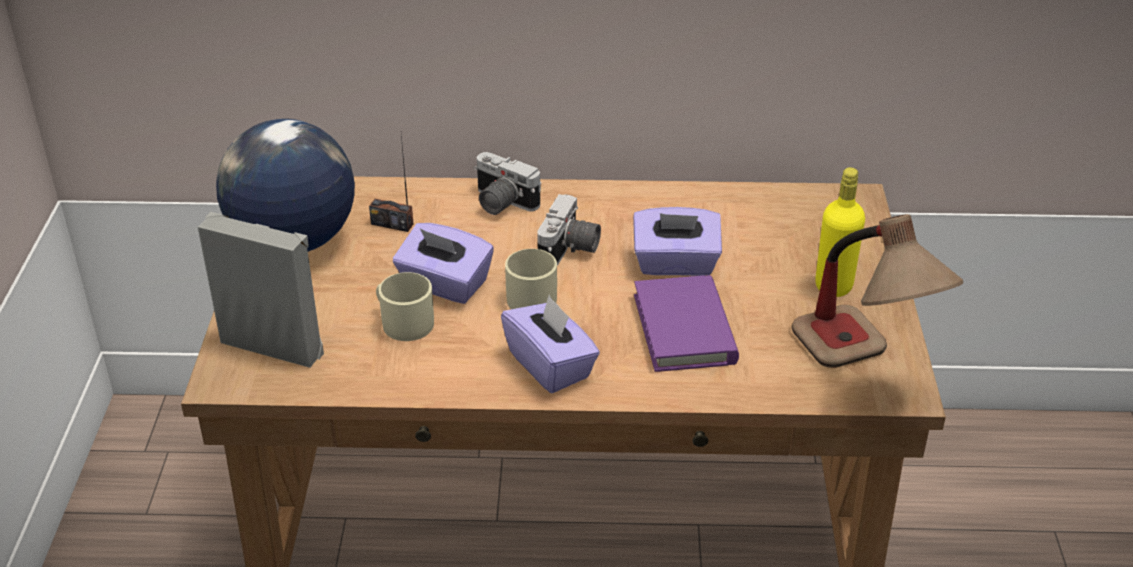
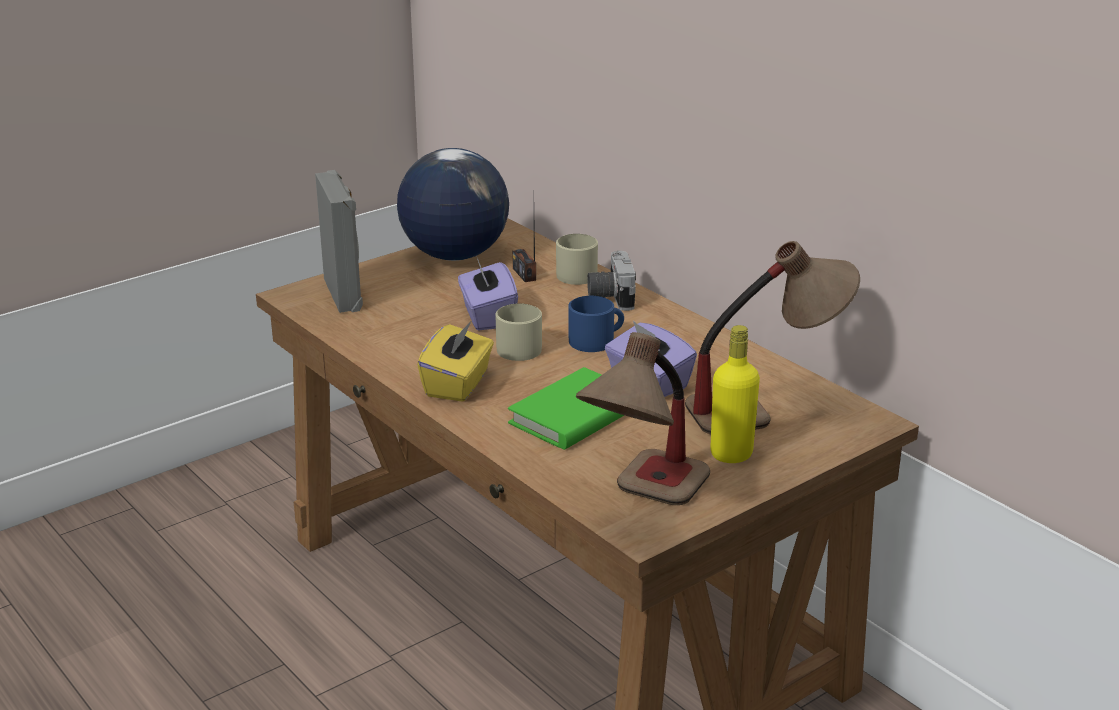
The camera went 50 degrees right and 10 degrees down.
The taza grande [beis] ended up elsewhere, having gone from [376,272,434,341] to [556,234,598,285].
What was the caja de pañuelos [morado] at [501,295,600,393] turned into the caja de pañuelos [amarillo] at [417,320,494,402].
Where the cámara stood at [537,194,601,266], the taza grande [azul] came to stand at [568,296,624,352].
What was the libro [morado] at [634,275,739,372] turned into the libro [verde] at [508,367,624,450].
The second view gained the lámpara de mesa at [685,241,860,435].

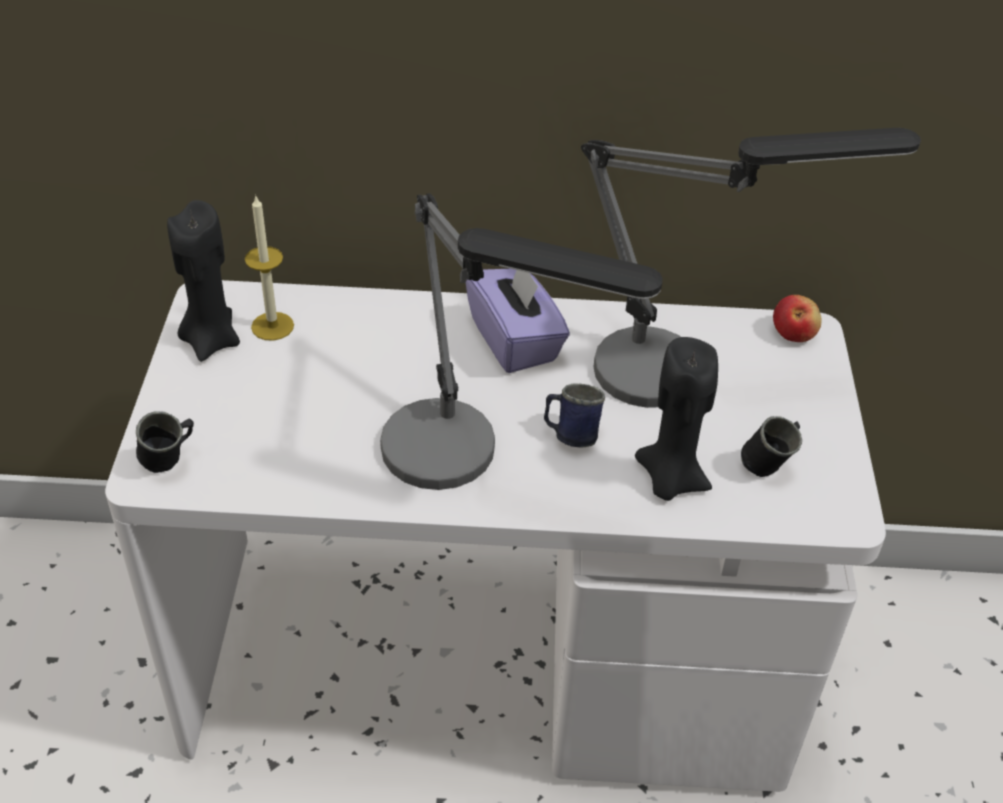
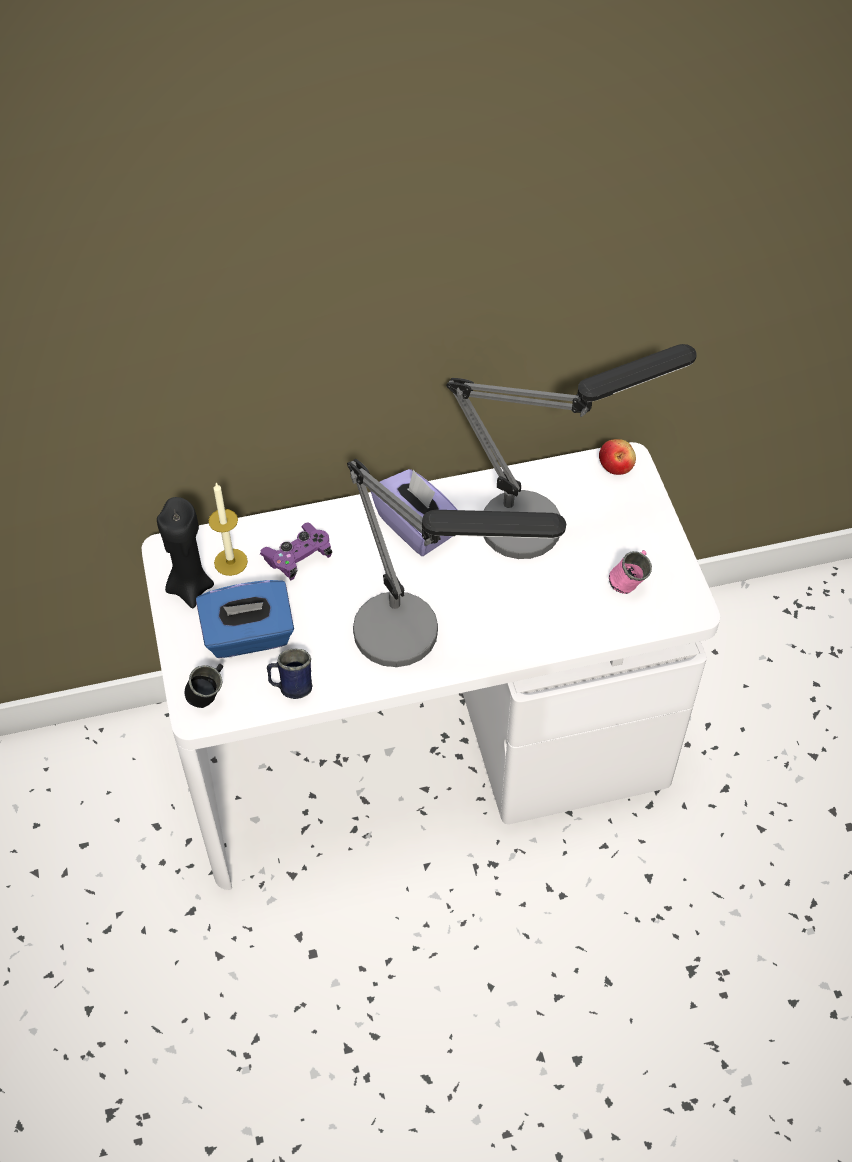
The camera went 15 degrees left and 10 degrees up.
The taza grande [azul] ended up elsewhere, having gone from [544,383,605,447] to [267,649,312,699].
The second view lost the vela [negro] at [635,337,718,501].
What was the taza grande [negro] at [741,416,802,477] turned into the taza grande [rosa] at [609,550,652,594].
The second view gained the caja de pañuelos [azul] at [196,580,294,658].
The second view gained the mando de consola [morado] at [260,522,332,581].

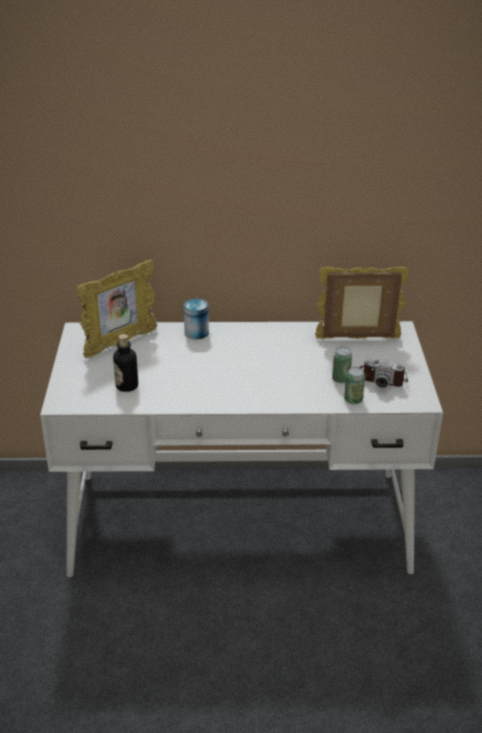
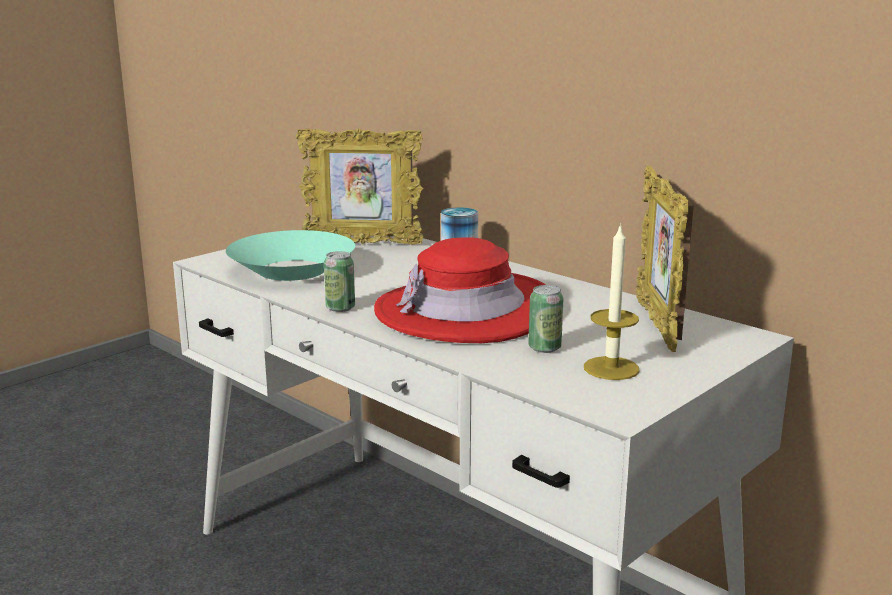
The camera went 45 degrees right and 15 degrees down.
Where the botella stood at [113,334,138,392], the cuenco [turquesa] came to stand at [226,230,355,281].
The portarretratos at [315,267,409,339] ended up facing another way, 135 degrees counterclockwise from before.
The lata ended up elsewhere, having gone from [344,367,365,404] to [324,251,355,312].
Where the cámara stood at [359,359,408,388], the vela came to stand at [584,223,640,380].
The second view gained the sombrero [rojo] at [374,237,545,343].

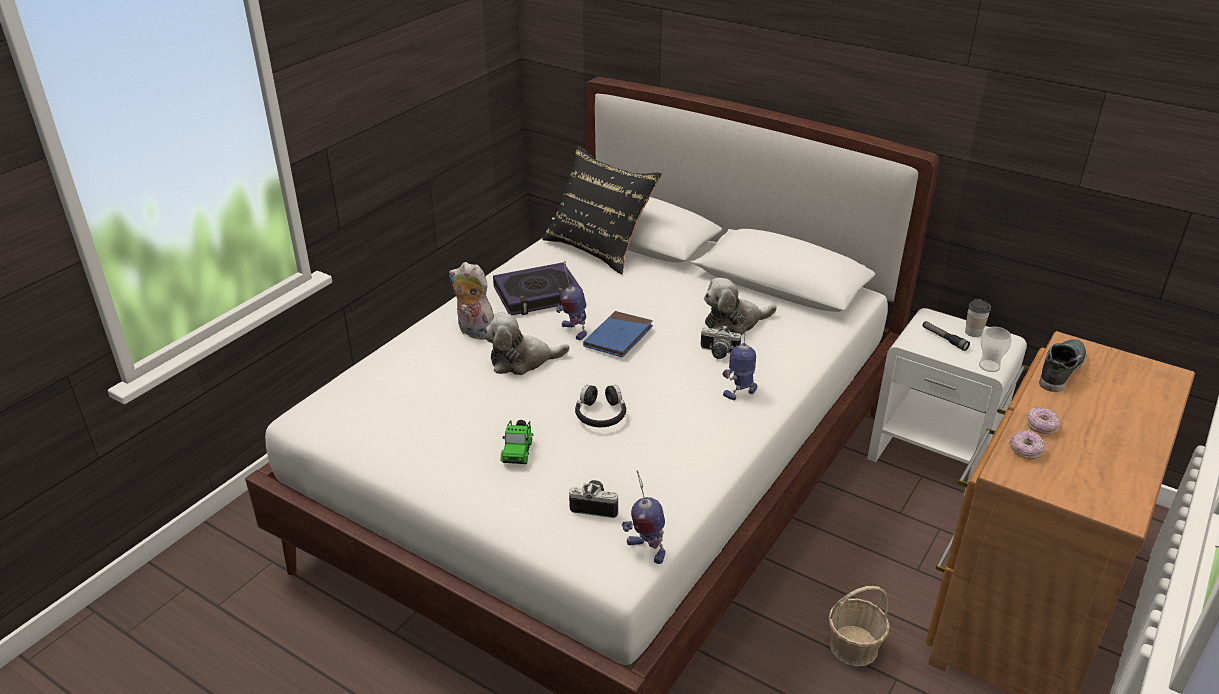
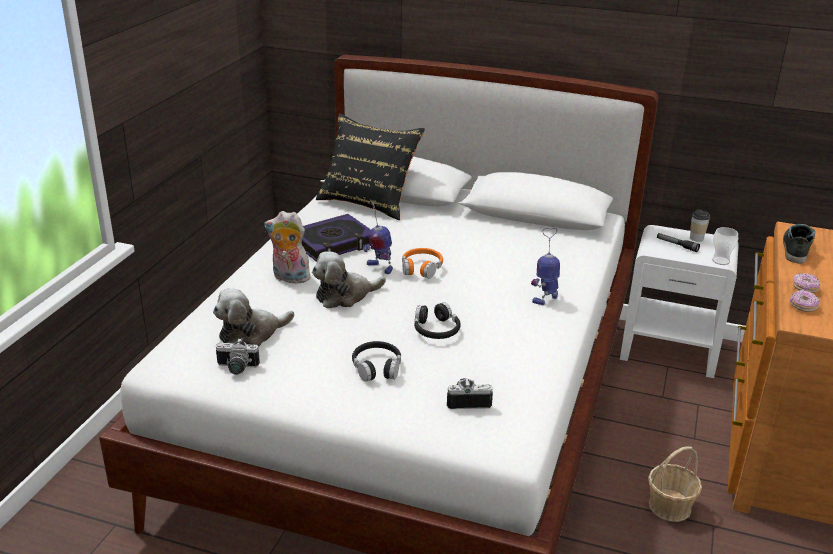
The camera went 15 degrees left and 5 degrees down.
Where the coche de juguete stood at [501,420,534,464], the auriculares [negro] came to stand at [352,341,401,382].
Where the libro [azul] stood at [583,311,653,358], the auriculares [naranja] came to stand at [402,248,443,279].
The second view lost the robot de juguete at [622,470,665,564].
The cámara ended up elsewhere, having gone from [701,326,741,359] to [216,338,260,375].
The peluche ended up elsewhere, having gone from [704,277,777,335] to [213,289,294,347].

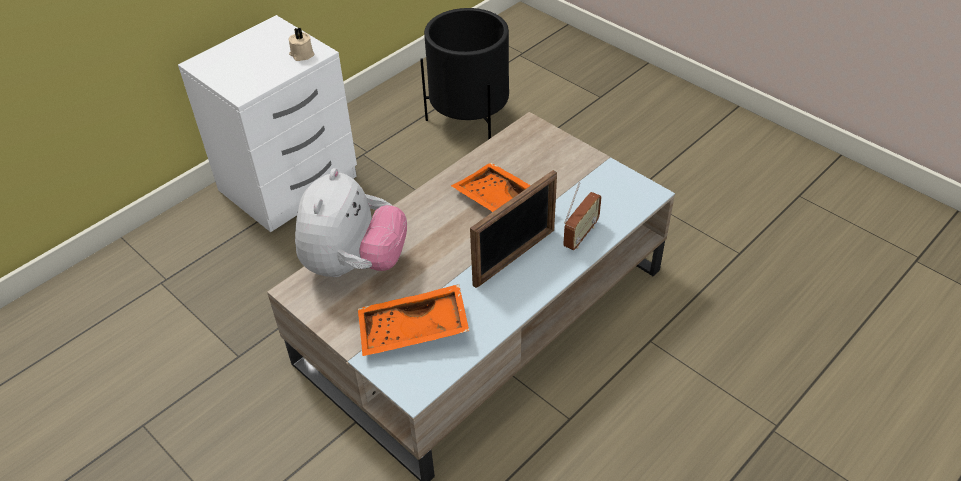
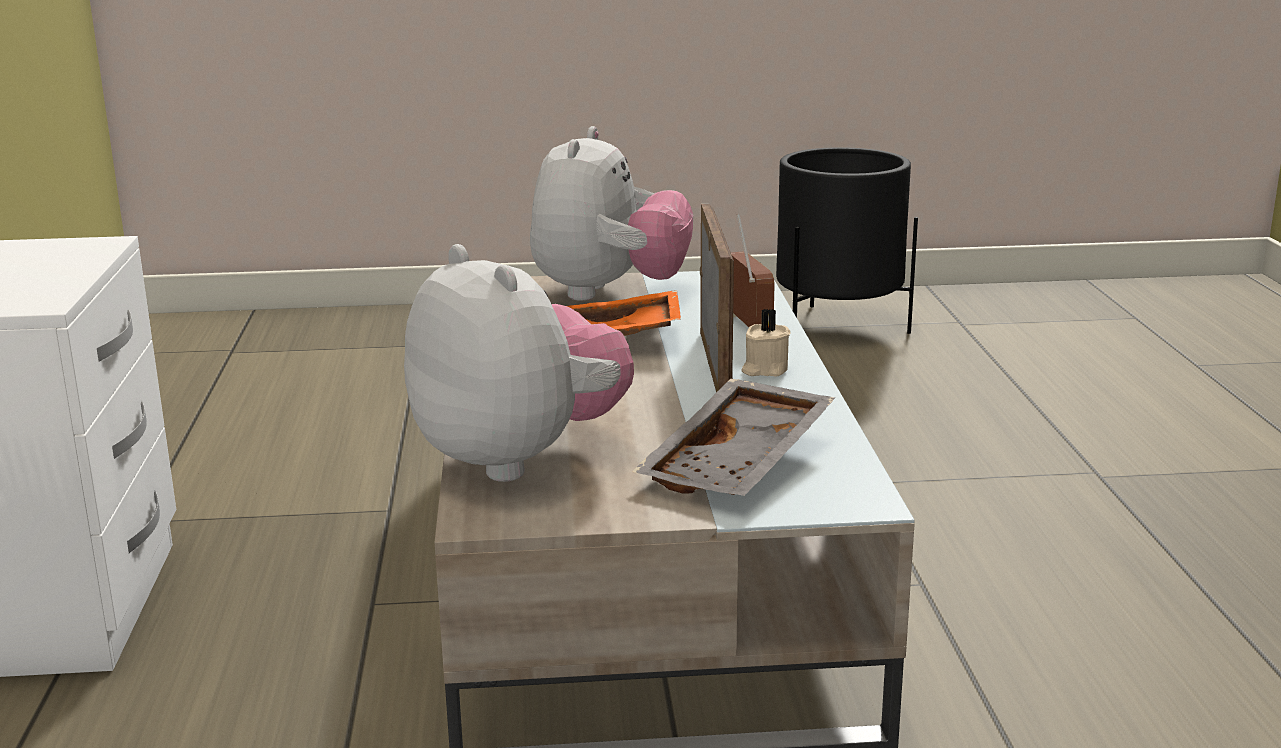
The camera went 50 degrees left and 25 degrees down.
The vela [beis] ended up elsewhere, having gone from [289,27,314,61] to [741,309,790,376].
What was the bandeja [naranja] at [358,284,469,356] turned into the bandeja [gris] at [632,379,835,496].
The maceta [negro] ended up elsewhere, having gone from [420,8,509,140] to [776,147,918,334].
The second view gained the peluche at [530,126,693,300].

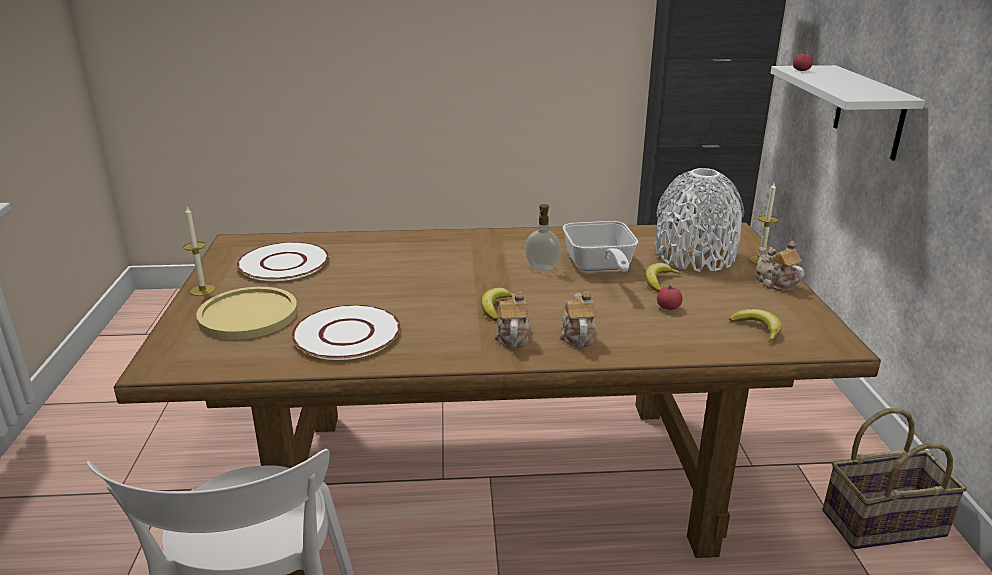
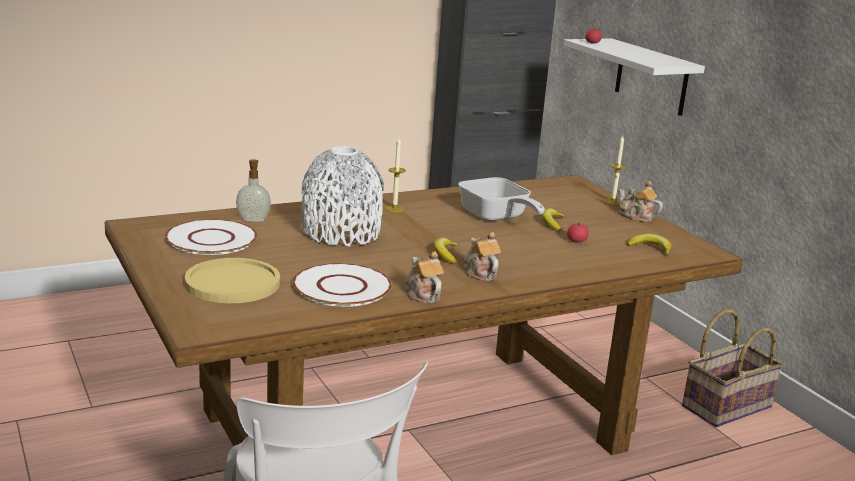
The camera went 25 degrees left and 5 degrees down.
The vela ended up elsewhere, having gone from [183,207,215,296] to [385,138,406,212].
The dispensador de jabón ended up elsewhere, having gone from [525,204,561,271] to [236,159,271,222].
The tetera ended up elsewhere, having gone from [559,291,596,347] to [405,251,444,303].
The florero [blanco] ended up elsewhere, having gone from [656,168,744,272] to [301,146,384,247].

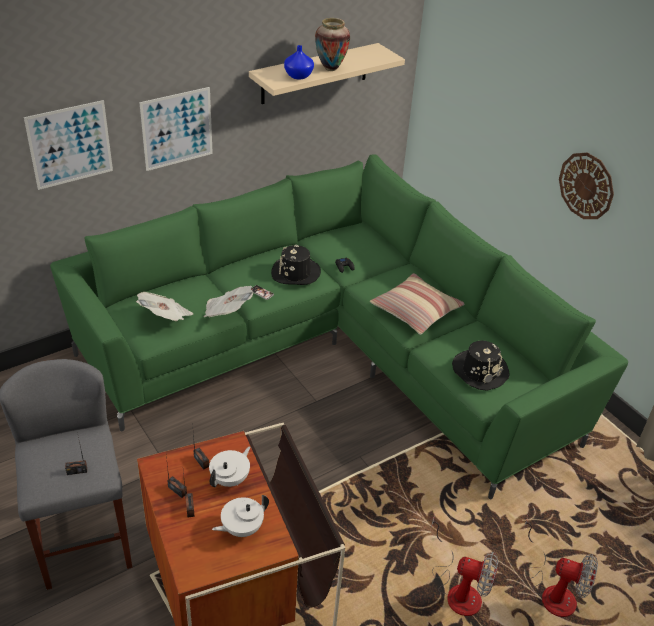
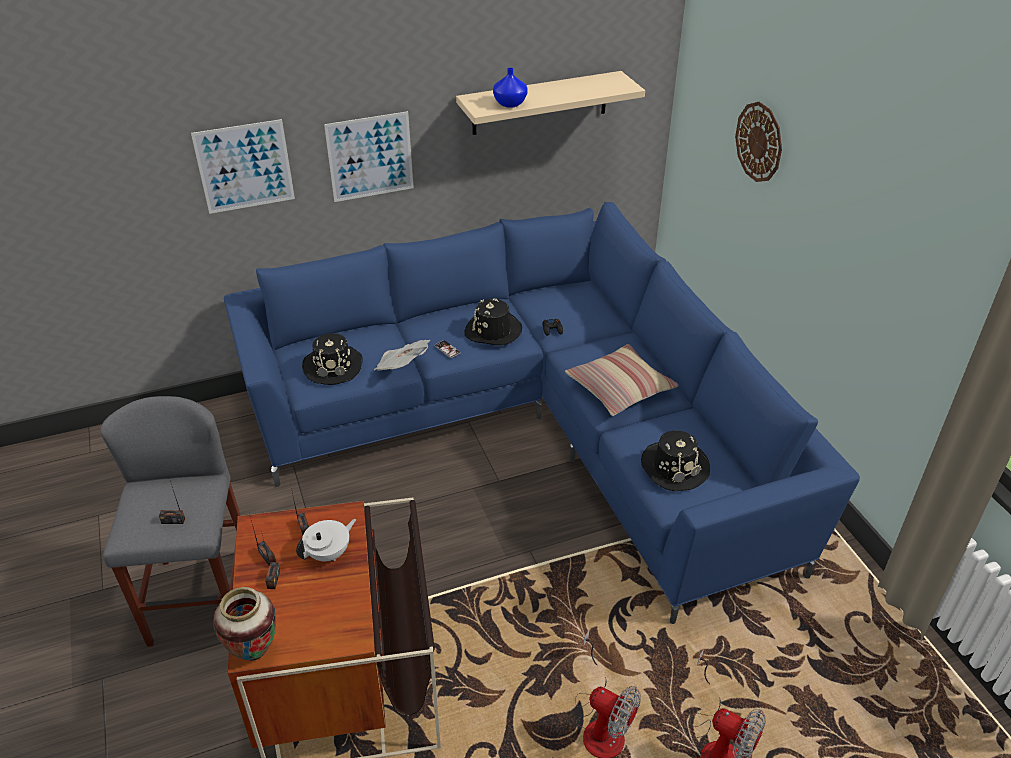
The camera went 15 degrees right and 0 degrees up.
What was the sofá [verde] at [50,154,628,499] turned into the sofá [azul] at [224,202,860,624].
Where the periódico stood at [136,292,193,321], the sombrero [negro] came to stand at [302,333,363,385].
The second view lost the tetera [blanco] at [212,495,269,537].
The florero ended up elsewhere, having gone from [315,18,350,71] to [214,587,276,661].
The reloj de pared ended up elsewhere, having gone from [559,152,614,219] to [735,102,782,182].

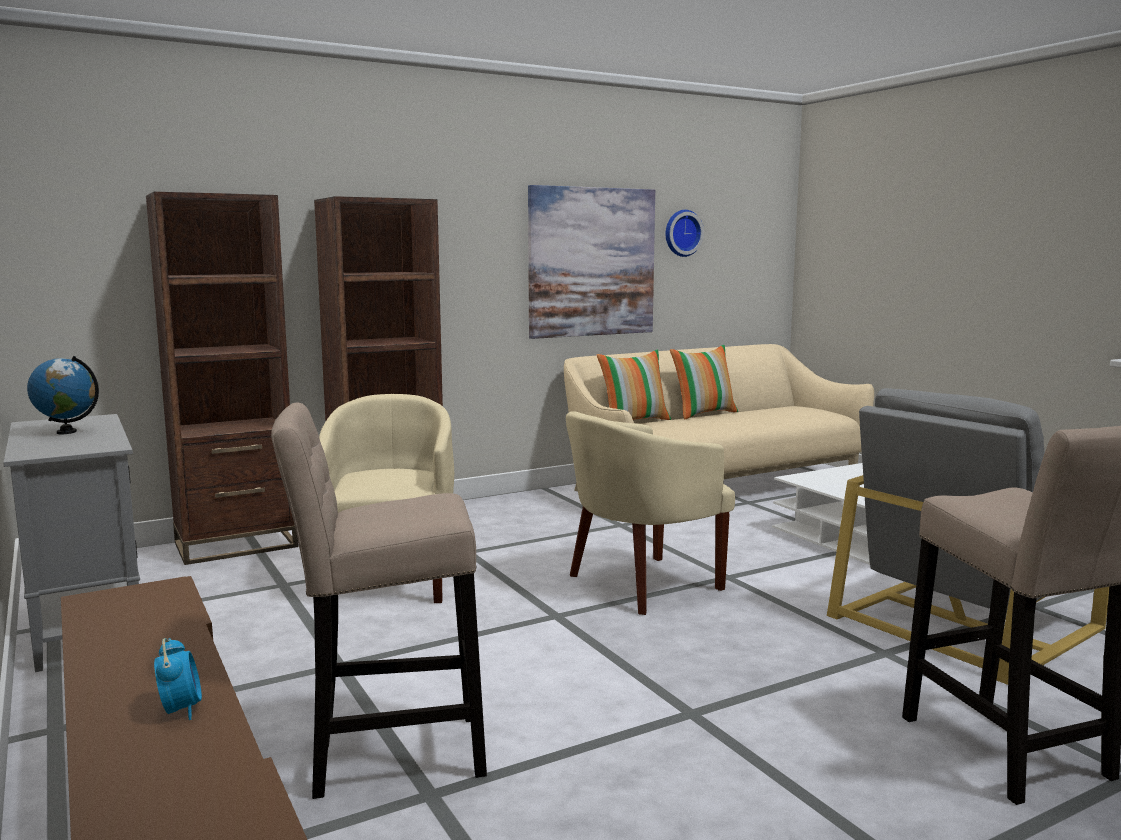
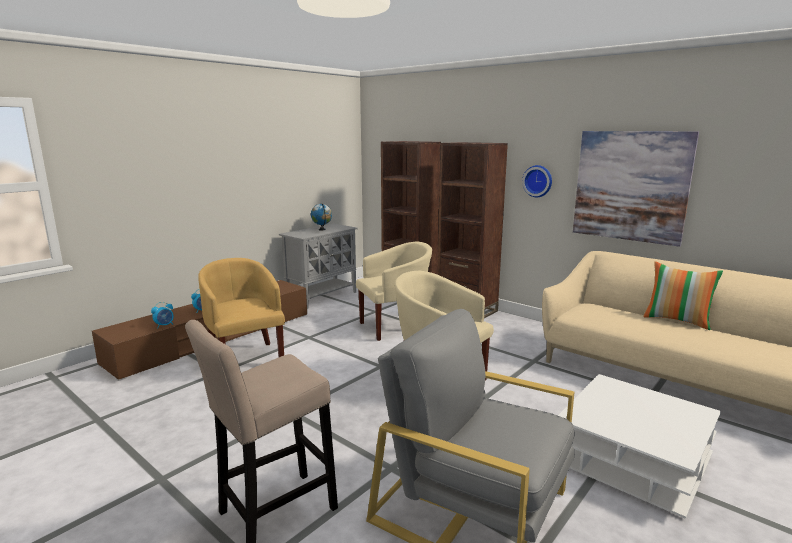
The camera went 70 degrees right and 5 degrees up.
Where the taburete [beis] stood at [271,402,487,799], the sillón [amarillo] came to stand at [198,258,285,357].
The second view lost the cojín at [597,349,671,420].
The reloj de pared ended up elsewhere, having gone from [666,210,704,257] to [522,165,552,197].
The second view gained the despertador at [151,302,174,329].

